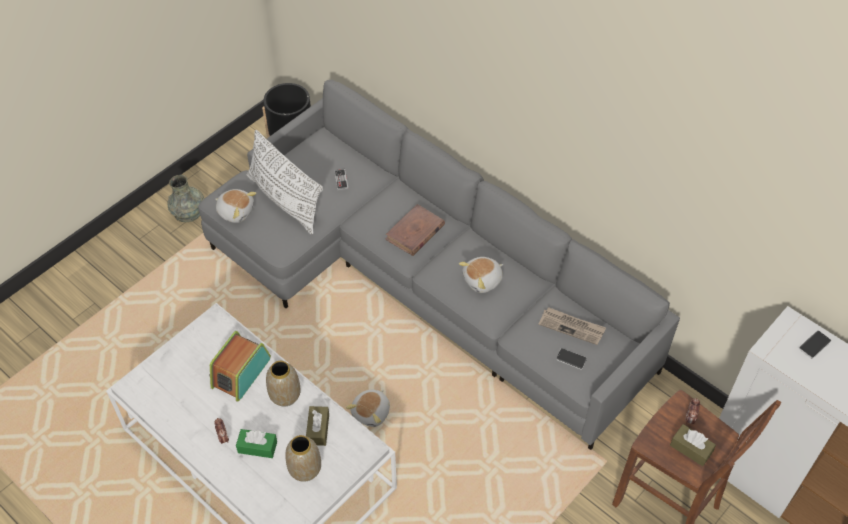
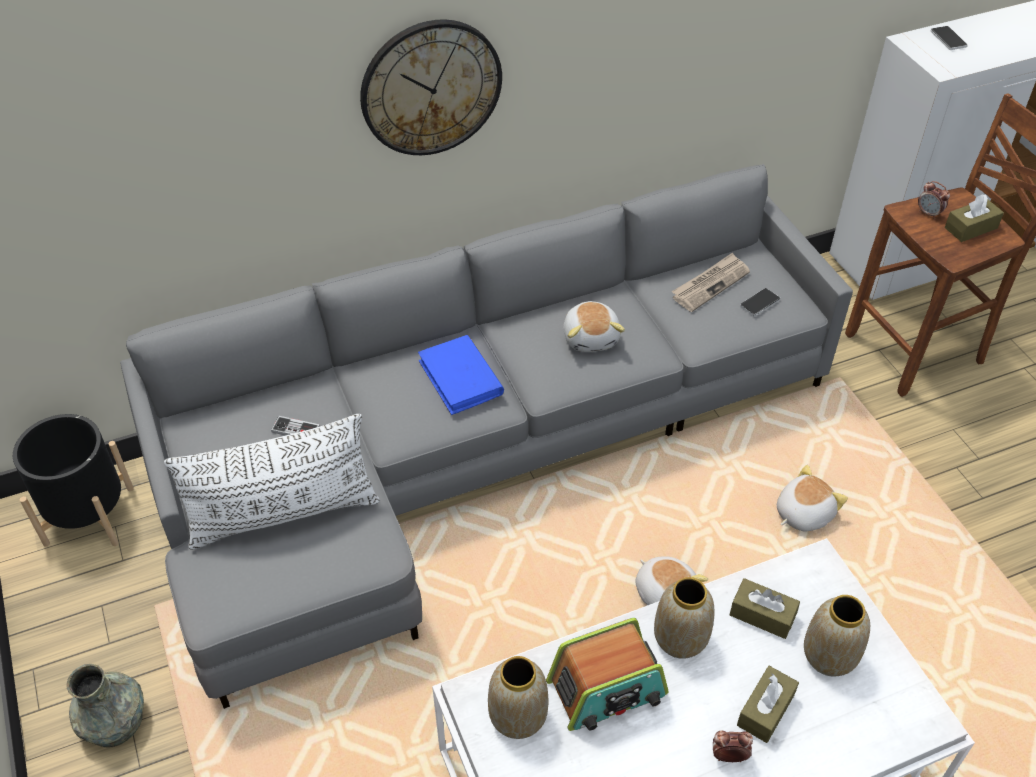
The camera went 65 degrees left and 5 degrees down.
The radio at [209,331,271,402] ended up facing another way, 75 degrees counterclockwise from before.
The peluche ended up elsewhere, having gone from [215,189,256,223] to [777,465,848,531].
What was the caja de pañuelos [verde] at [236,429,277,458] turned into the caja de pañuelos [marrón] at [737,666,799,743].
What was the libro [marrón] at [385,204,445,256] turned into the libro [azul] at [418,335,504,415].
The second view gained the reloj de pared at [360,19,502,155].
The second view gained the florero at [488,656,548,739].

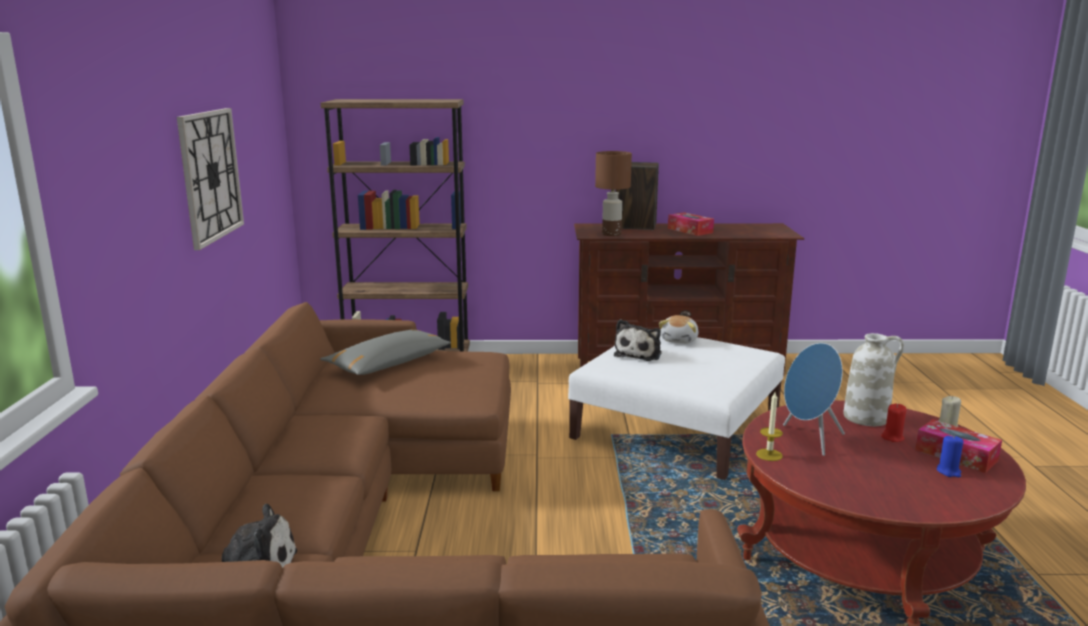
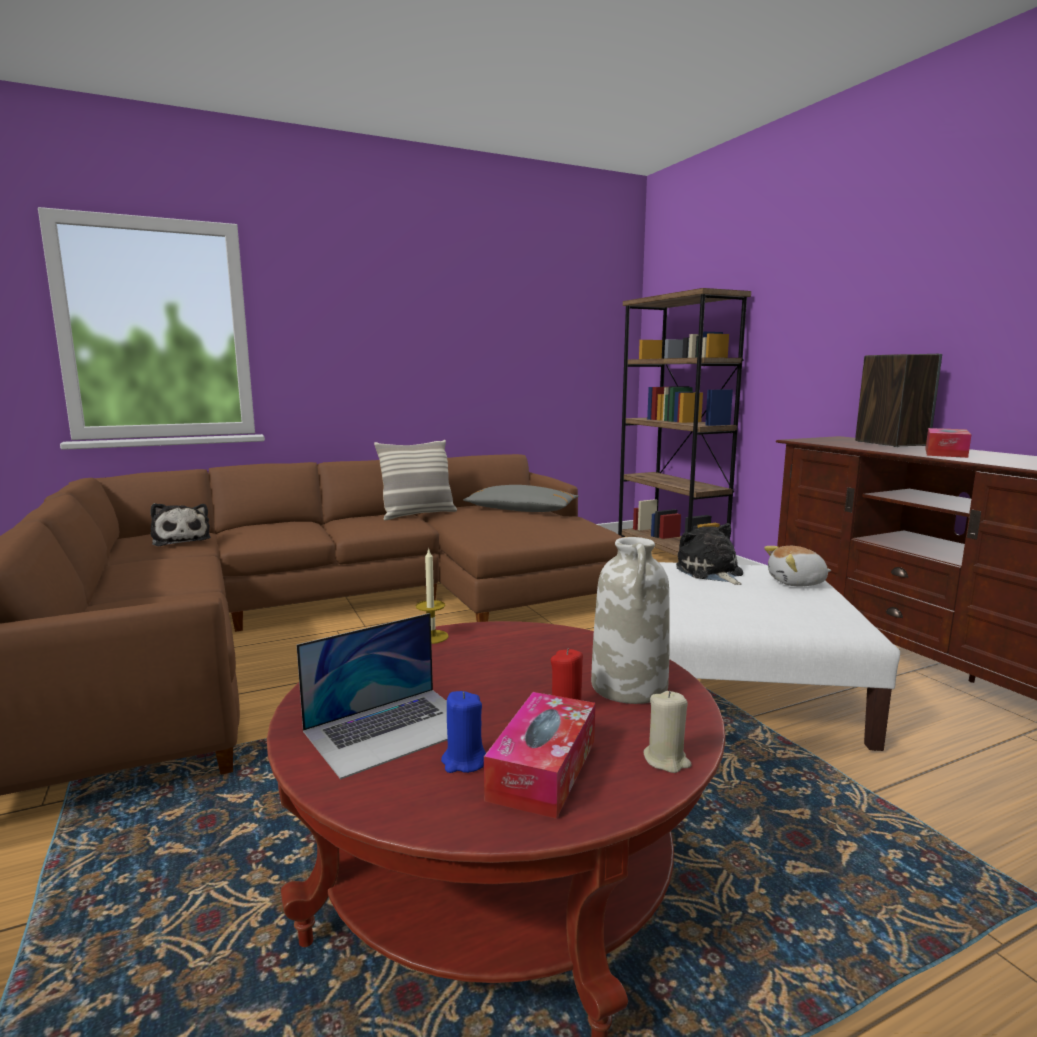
The camera went 65 degrees right and 5 degrees down.
The second view lost the reloj de pared at [177,108,244,250].
The second view lost the lámpara de mesa [marrón] at [595,151,632,236].
The peluche at [614,319,662,361] ended up facing another way, 75 degrees clockwise from before.
The second view lost the altavoz [azul] at [783,343,845,456].
The second view gained the portátil at [296,613,448,780].
The second view gained the cojín at [374,440,457,520].

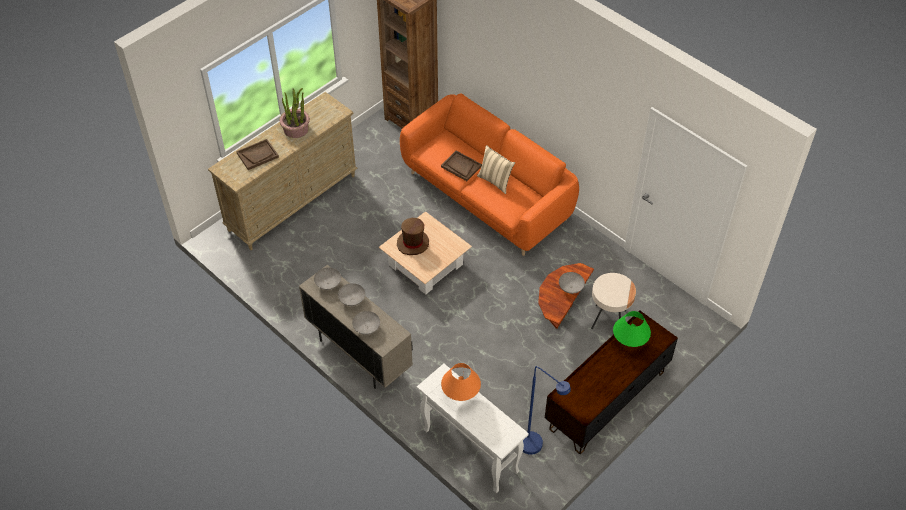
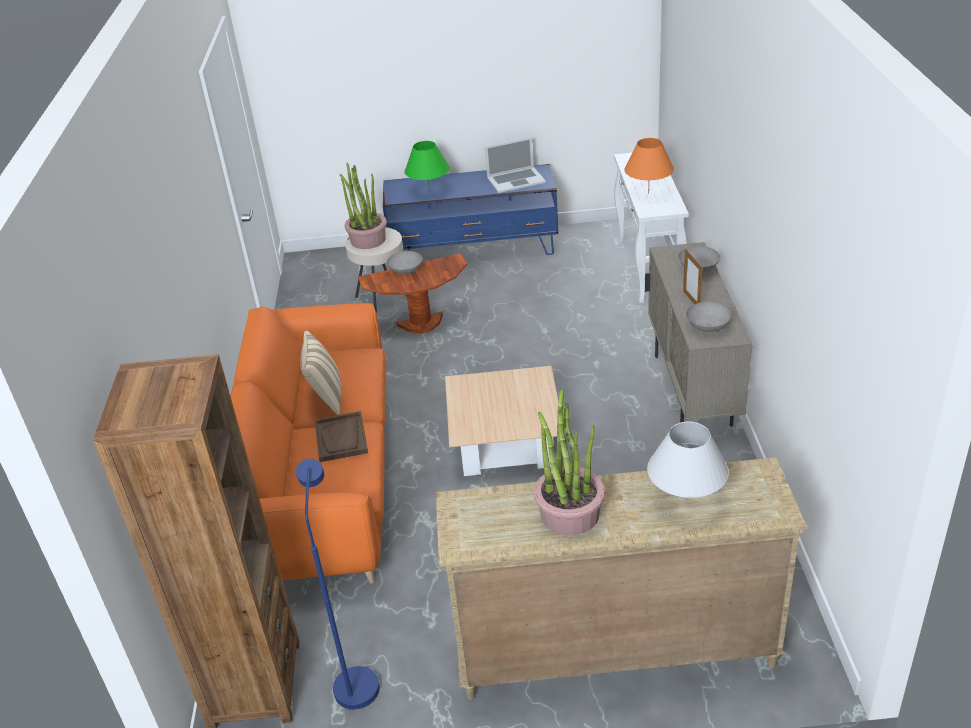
The camera went 135 degrees left and 15 degrees down.
Where the bandeja [marrón] stood at [236,139,279,170], the lámpara de mesa [blanco] came to stand at [647,422,729,502].
Where the cuenco [gris] stood at [338,283,365,306], the portarretratos came to stand at [683,249,703,304].
The second view lost the sombrero [marrón] at [397,218,429,255].
The lámpara de pie [azul] ended up elsewhere, having gone from [523,366,571,455] to [296,459,380,710].
What was the mueble de televisión [marrón] at [545,310,678,454] turned into the mueble de televisión [azul] at [383,164,558,255].
The second view gained the planta en maceta at [339,162,387,249].
The second view gained the portátil at [485,137,546,193].

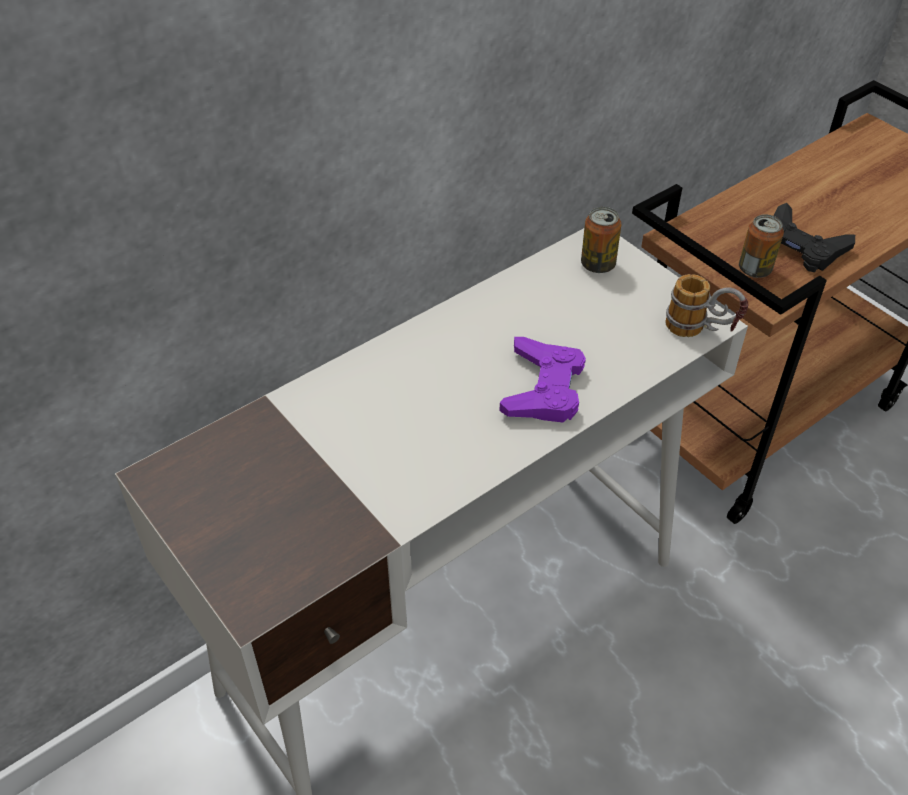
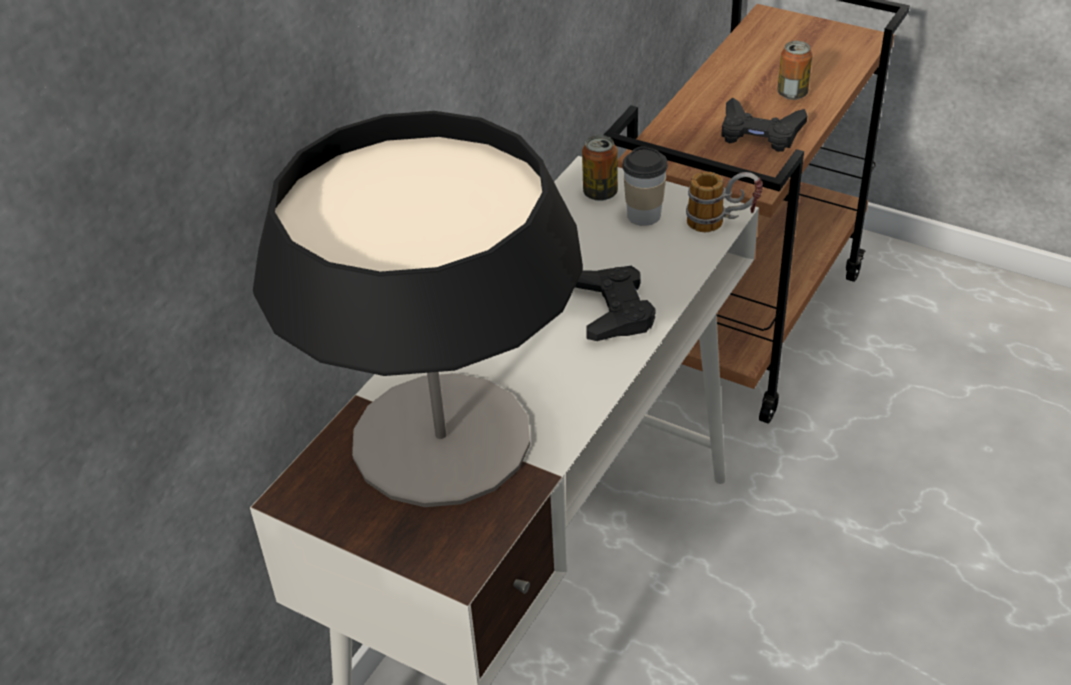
The camera went 20 degrees left and 5 degrees down.
What was the mando de consola [morado] at [499,337,586,423] turned into the mando de consola [negro] at [575,266,656,341].
The lata ended up elsewhere, having gone from [739,214,784,278] to [777,41,812,100].
The second view gained the lámpara de mesa at [253,111,583,507].
The second view gained the taza at [622,146,668,226].

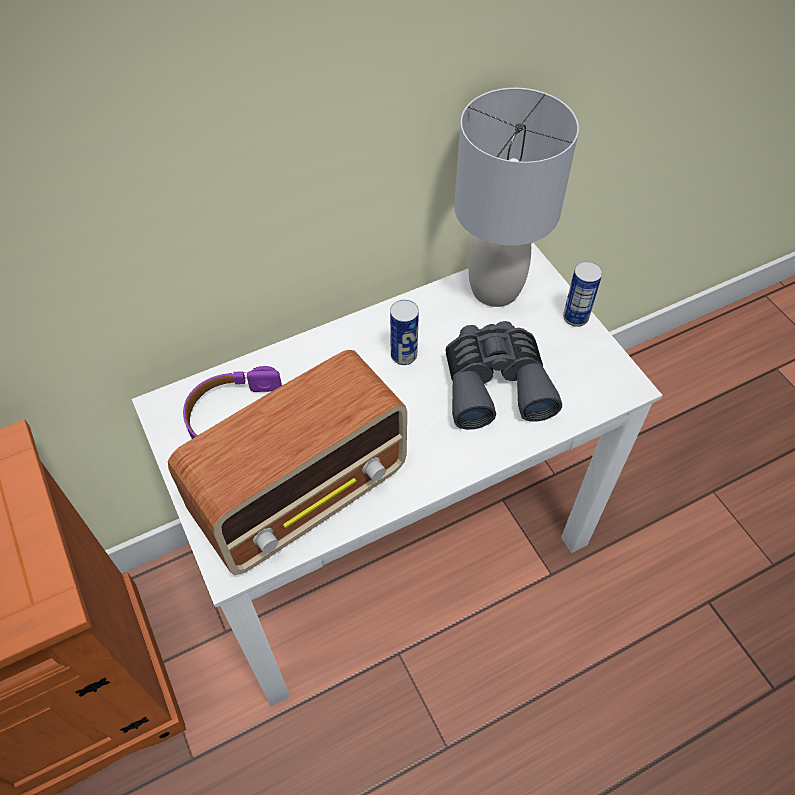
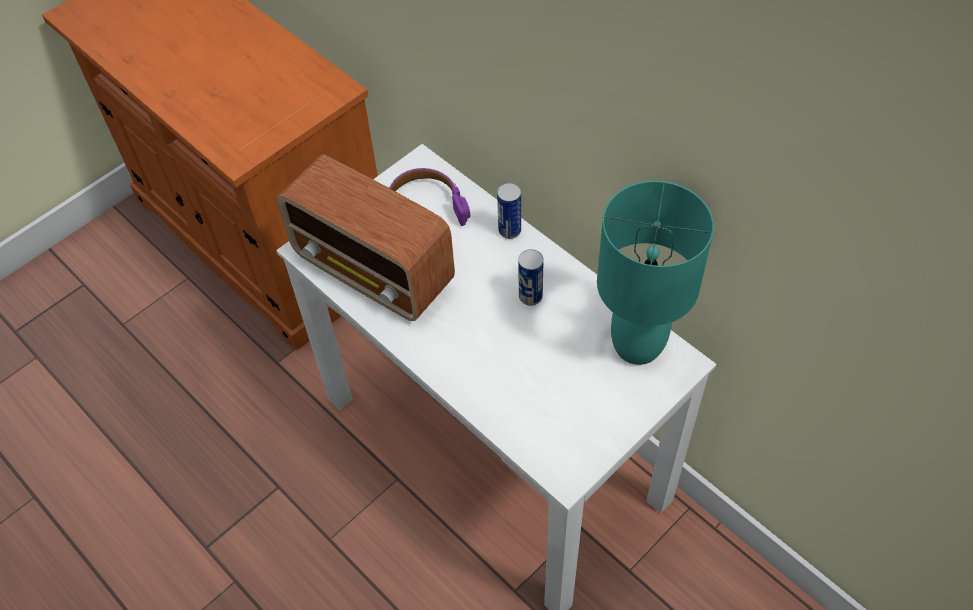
The camera went 75 degrees right and 0 degrees up.
The second view lost the prismáticos [gris] at [445,321,562,430].
What was the lámpara de mesa [gris] at [454,88,579,307] turned into the lámpara de mesa [turquesa] at [597,181,714,365].
The lata ended up elsewhere, having gone from [563,261,602,327] to [497,183,521,239].

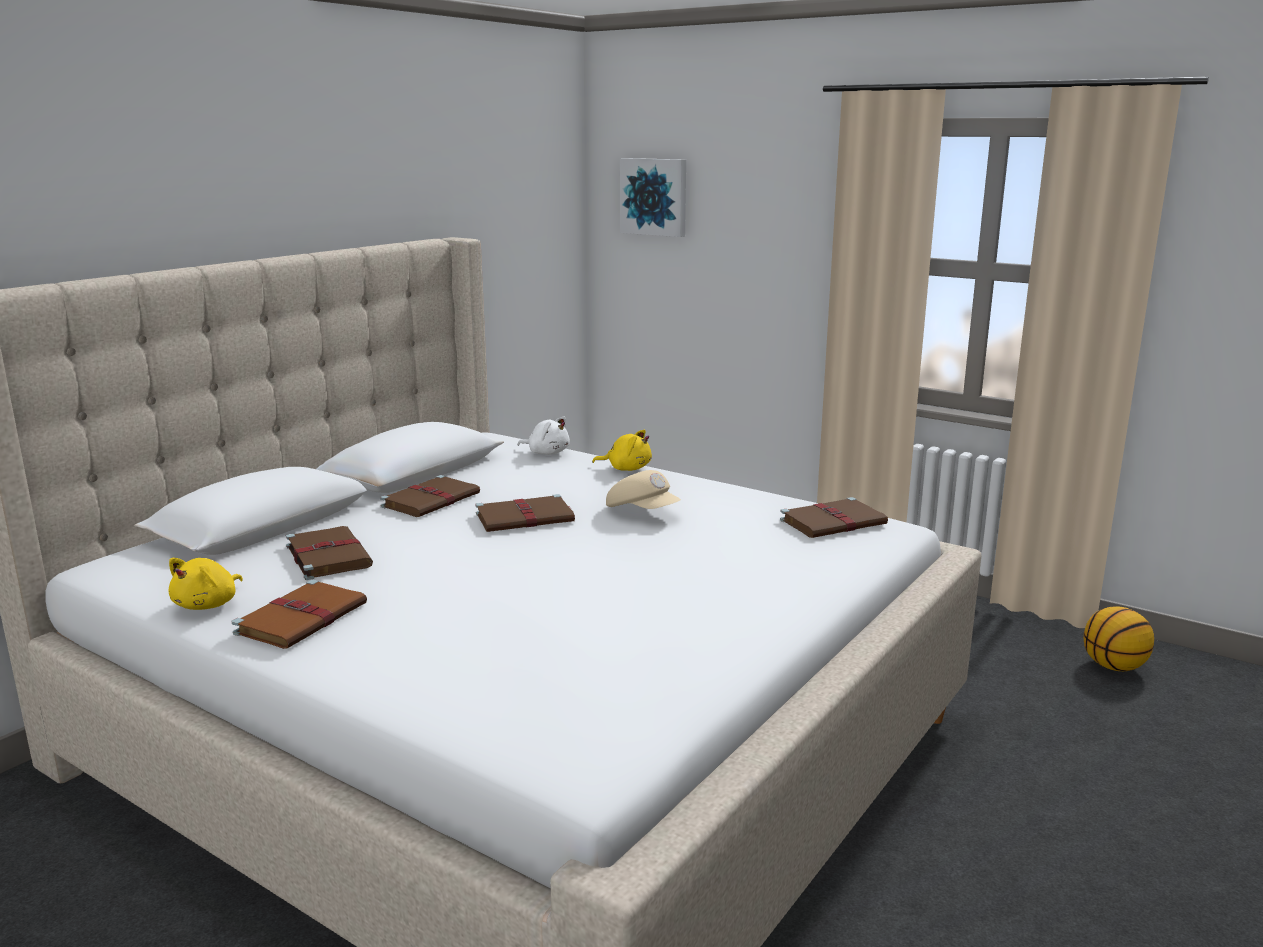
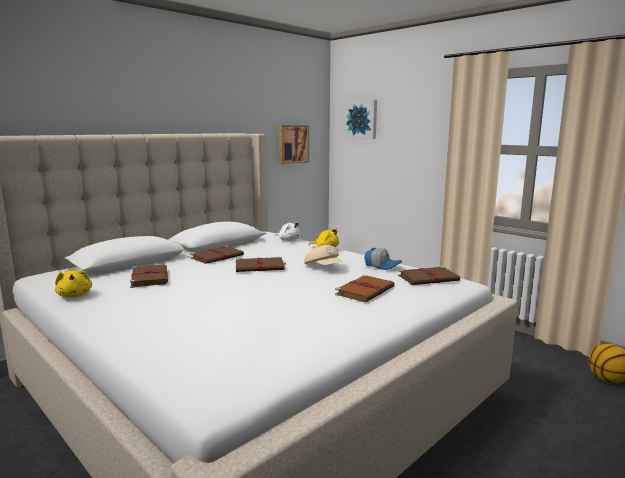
The camera went 10 degrees right and 5 degrees down.
The peluche [amarillo] at [168,558,243,610] ended up facing another way, 60 degrees counterclockwise from before.
The libro [marrón] ended up elsewhere, having gone from [232,580,367,649] to [335,275,395,302].
The second view gained the cuadro at [279,125,309,164].
The second view gained the gorra at [364,248,402,270].

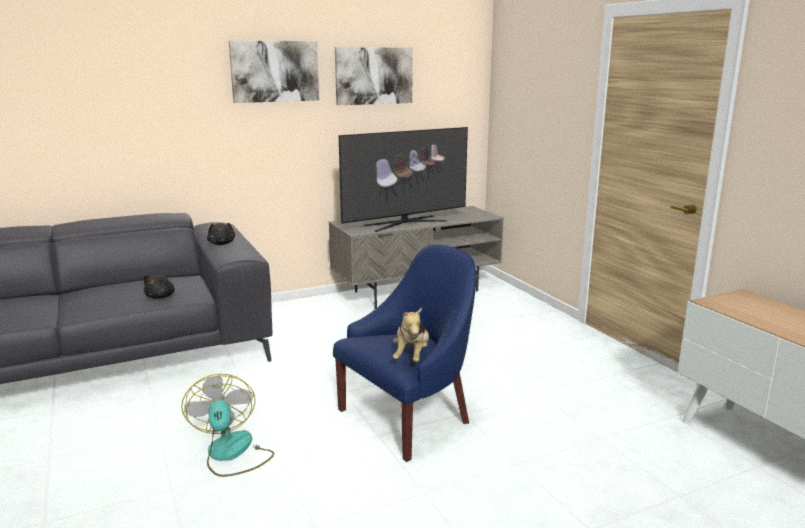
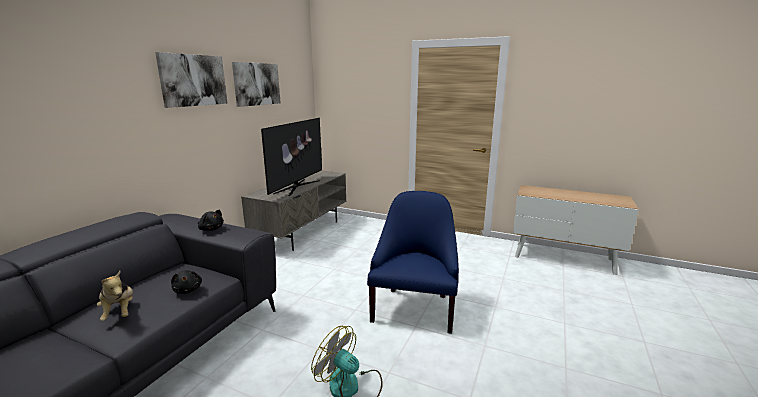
The camera went 40 degrees left and 0 degrees up.
The peluche ended up elsewhere, having gone from [393,308,429,362] to [97,271,133,321].

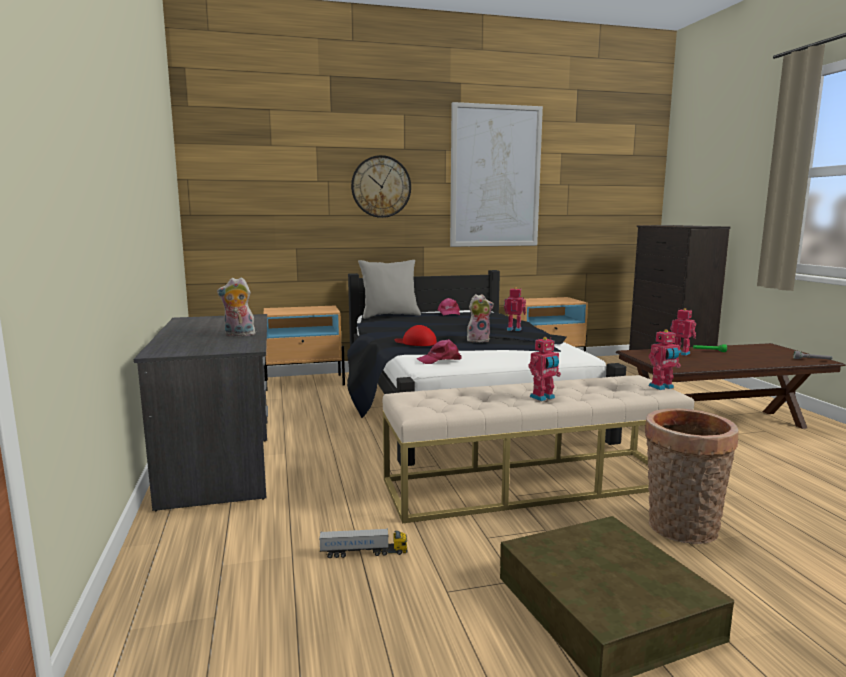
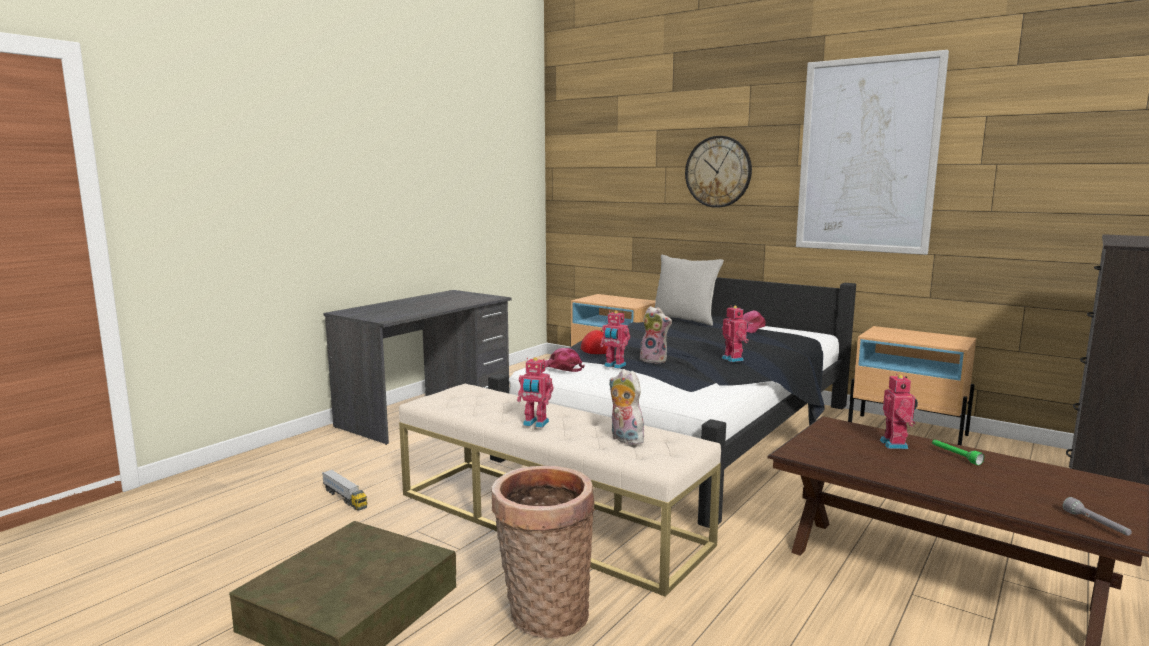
The camera went 50 degrees right and 0 degrees up.
The peluche ended up elsewhere, having gone from [217,277,256,336] to [609,369,644,445].
The robot de juguete ended up elsewhere, having gone from [649,329,681,390] to [600,311,630,369].

